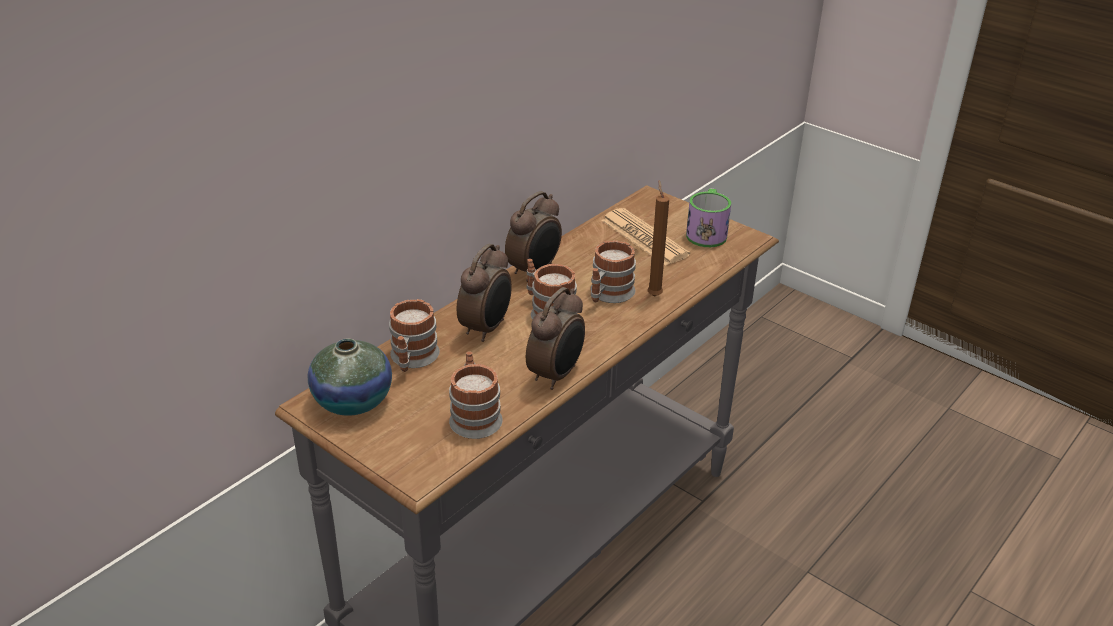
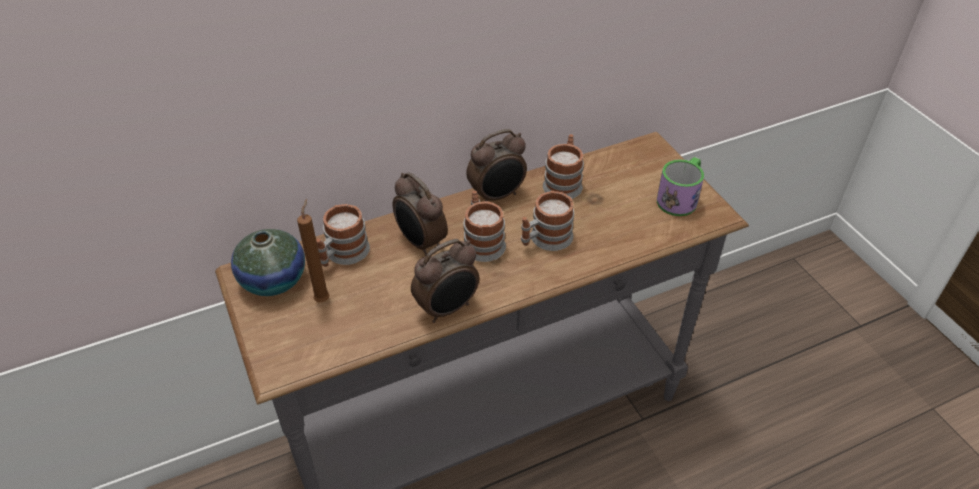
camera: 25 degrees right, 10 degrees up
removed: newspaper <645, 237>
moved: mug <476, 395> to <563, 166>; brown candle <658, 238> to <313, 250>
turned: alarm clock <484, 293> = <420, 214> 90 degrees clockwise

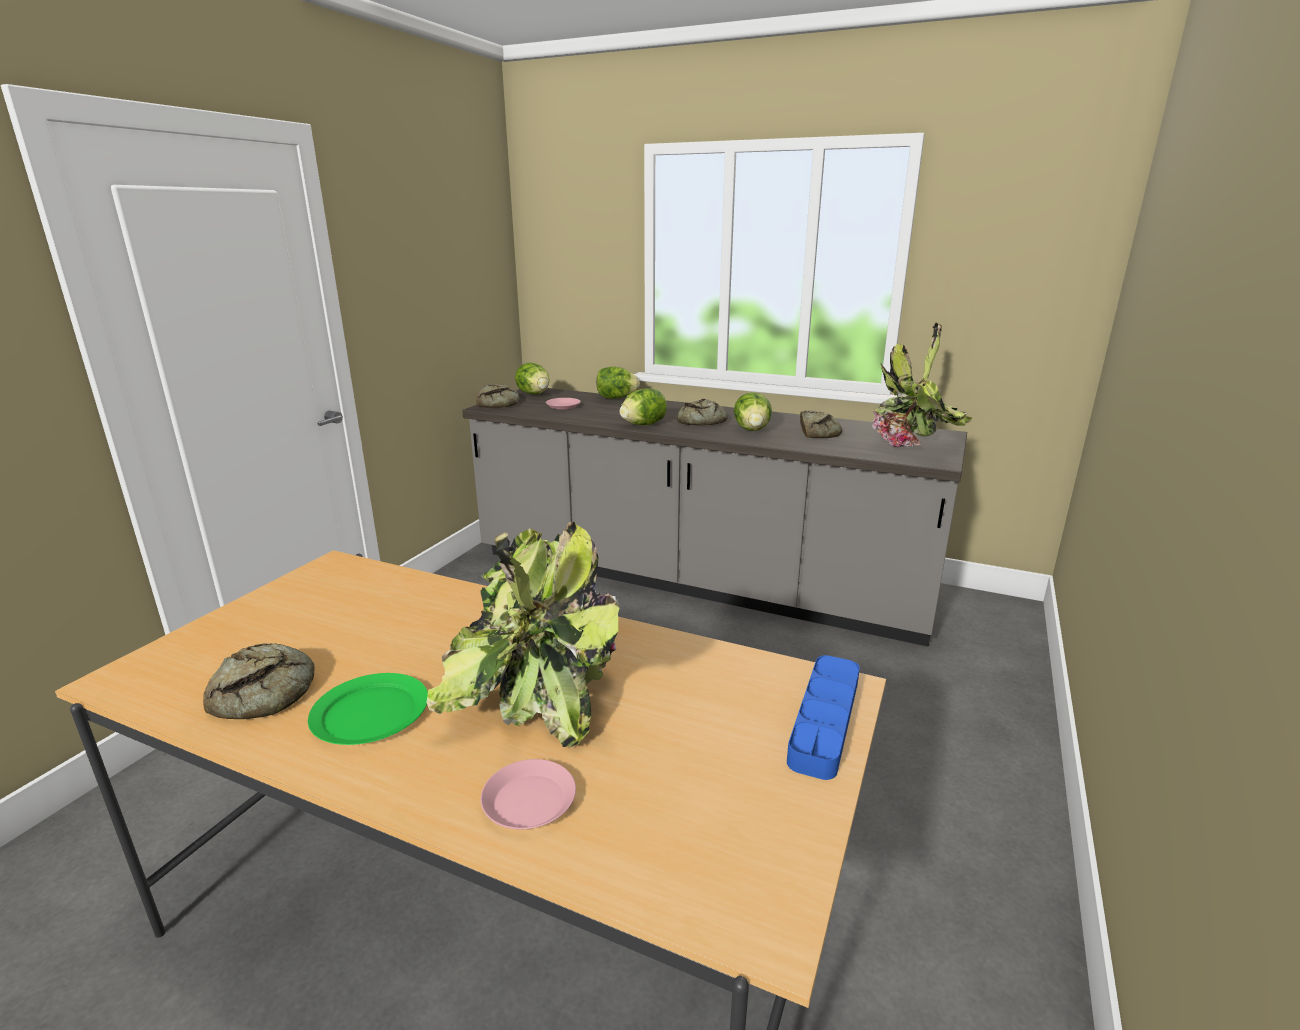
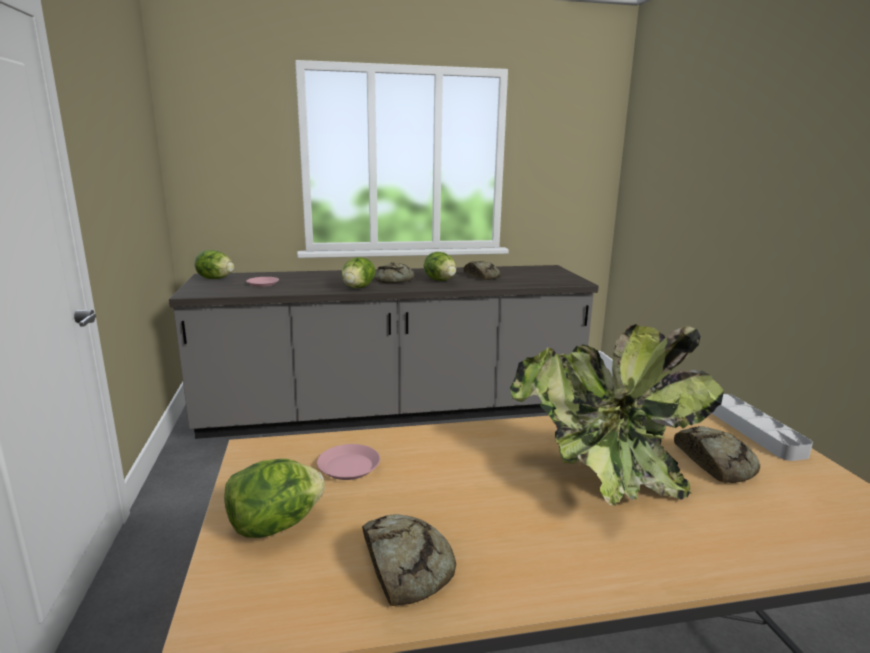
camera: 35 degrees left, 5 degrees down
removed: green plate <368, 709>; potted plant <922, 385>
moved: bread <497, 396> to <717, 454>; pink plate <528, 794> to <348, 462>; lettuce <618, 382> to <274, 498>
recoloured: blue tray <823, 717> to grey tray <762, 427>

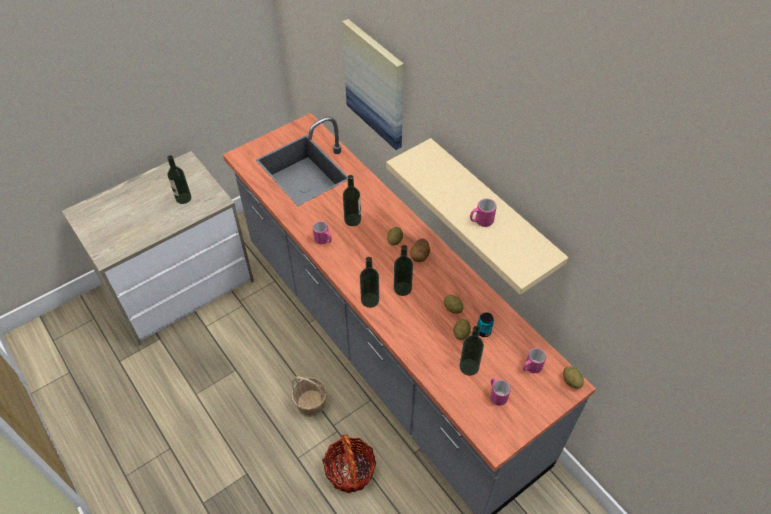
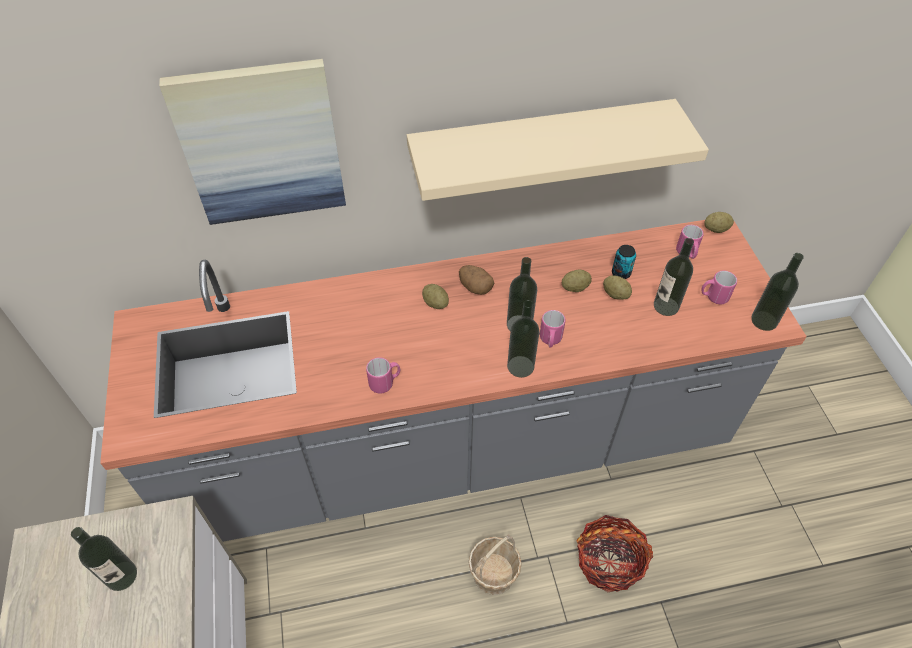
camera: 65 degrees left, 0 degrees up
moved: bottle <352, 200> to <777, 292>; pink mug <483, 212> to <553, 329>

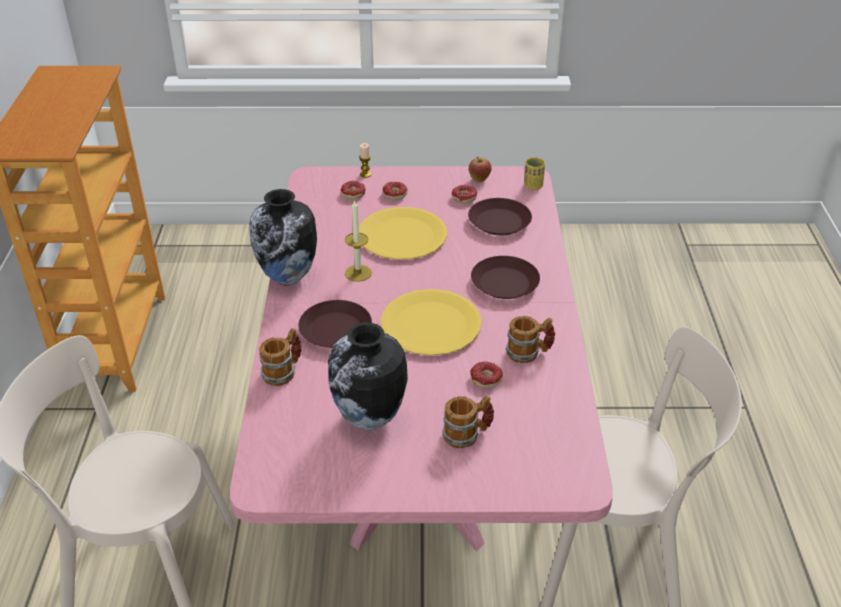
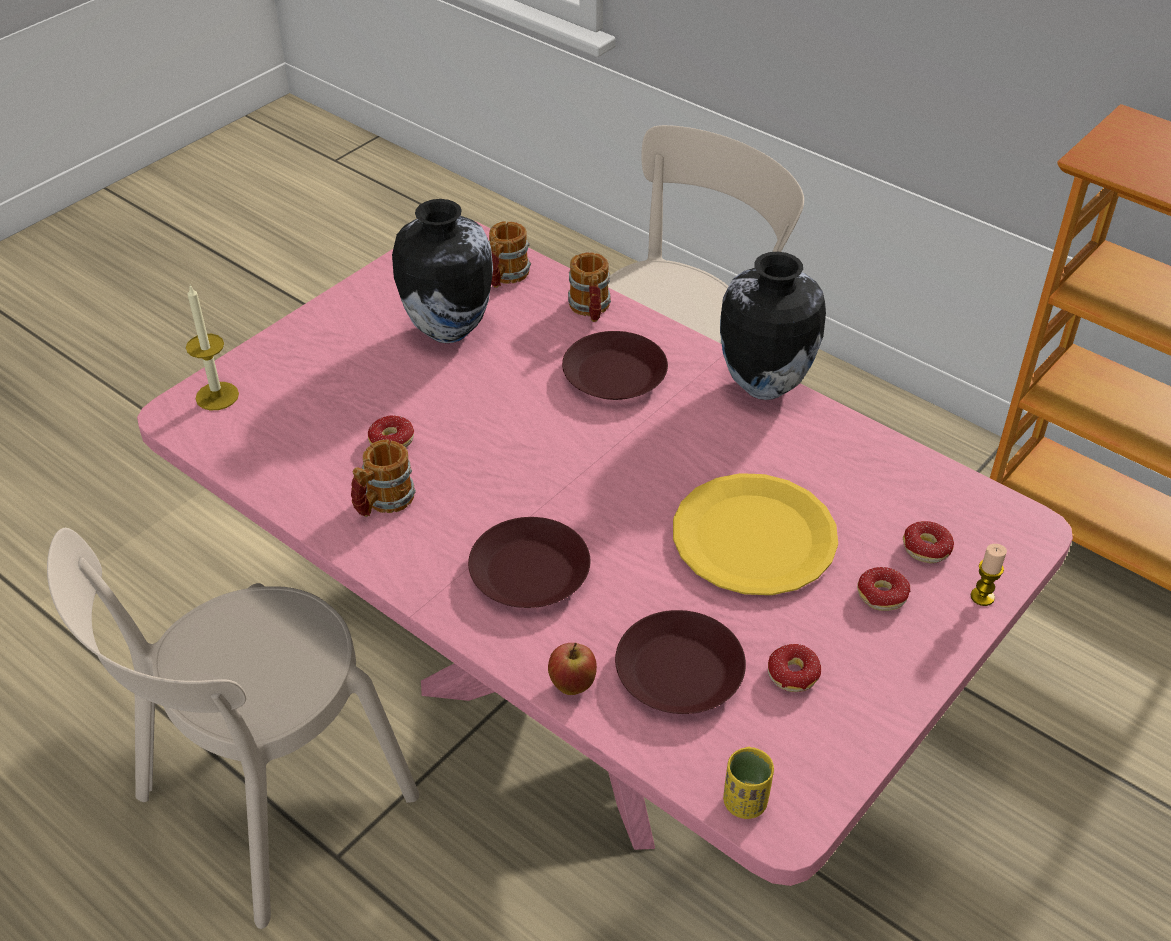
camera: 130 degrees right, 5 degrees up
removed: yellow plate <431, 322>
moved: candle <358, 240> to <212, 347>; mug <468, 421> to <510, 254>; apple <480, 169> to <572, 669>

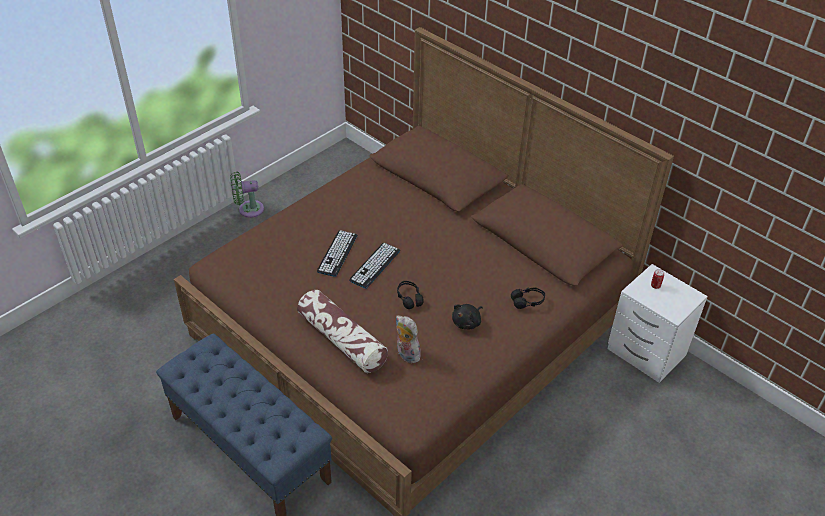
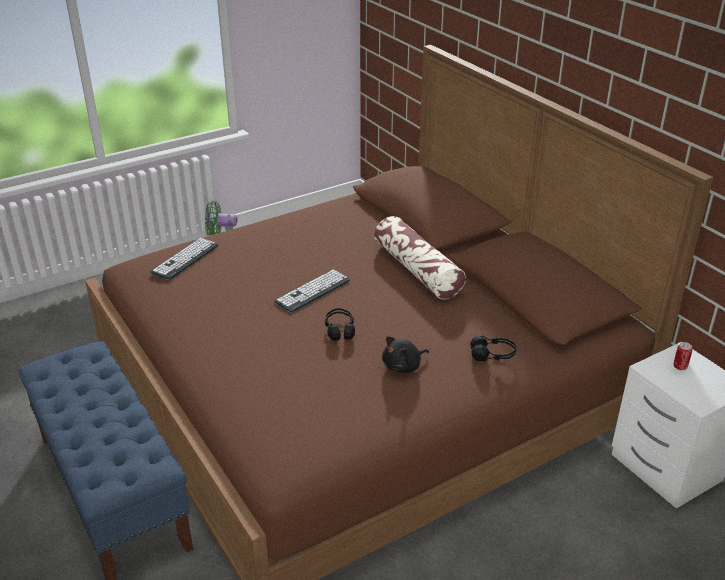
camera: 15 degrees right, 10 degrees down
removed: plush toy <408, 339>
moved: pillow <342, 331> to <420, 257>; keyboard <337, 253> to <184, 259>

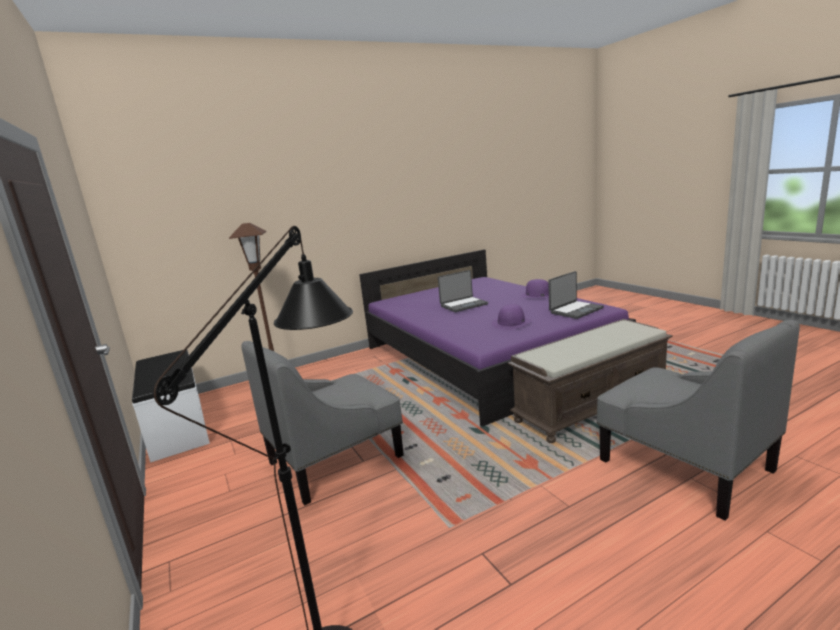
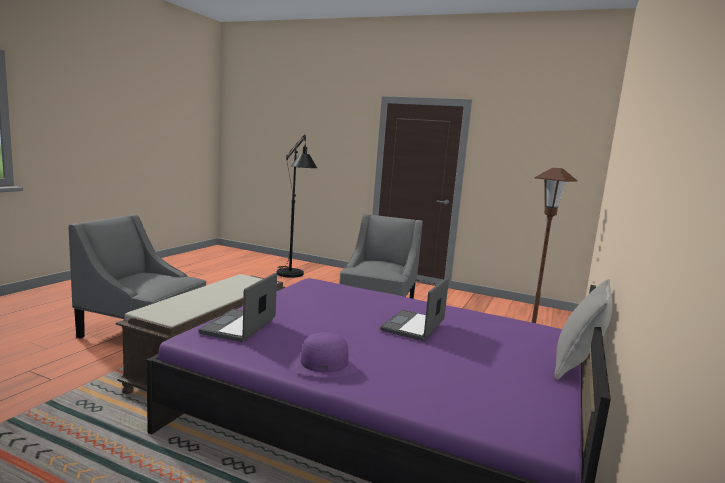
camera: 140 degrees right, 5 degrees down
removed: white bench <171, 406>; purple hat <511, 317>
added: grey pillow <583, 329>

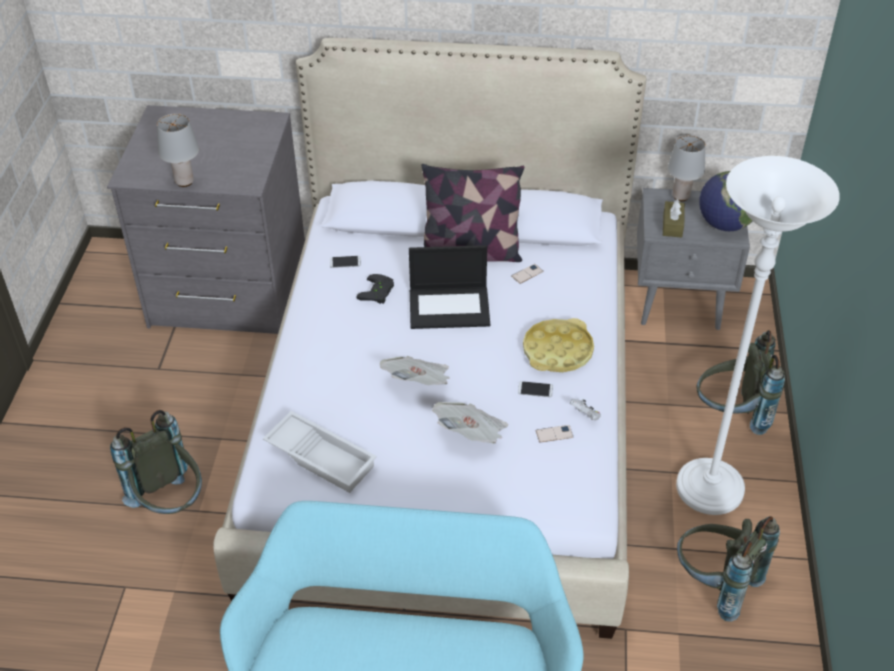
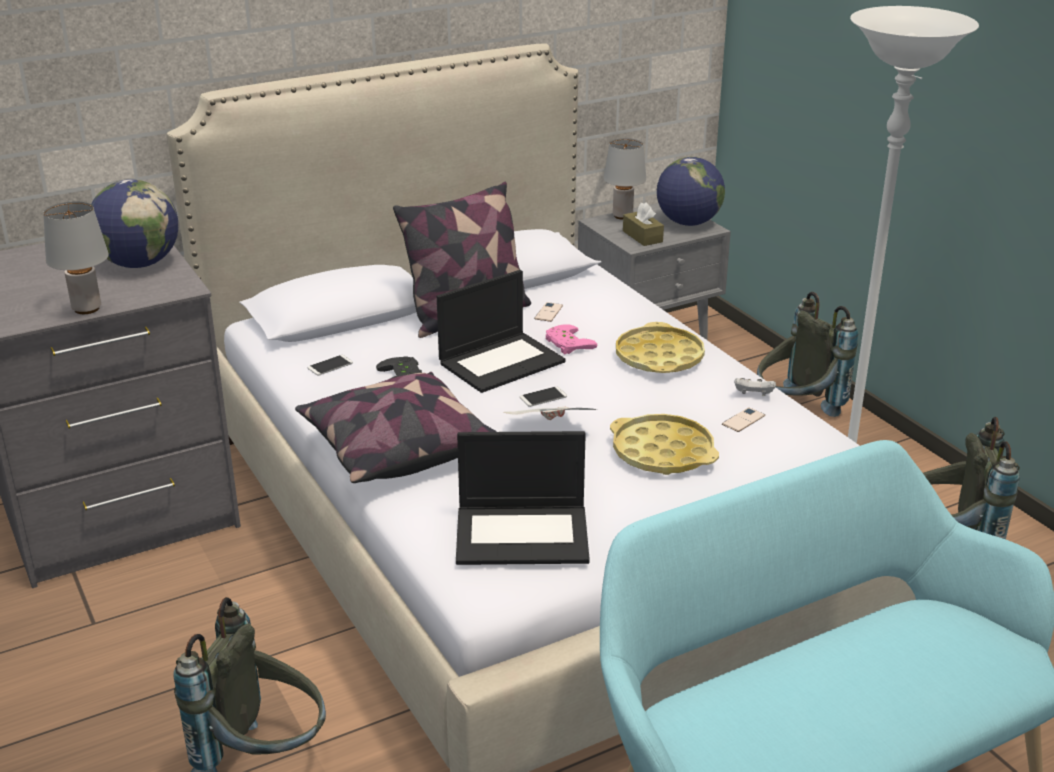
camera: 35 degrees left, 15 degrees down
added: globe <134, 223>; pillow <396, 427>; pink game controller <571, 339>
moved: phone <535, 389> to <543, 396>
replaced: white tray <320, 452> to laptop <523, 498>; newspaper <470, 423> to yellow tray <664, 444>

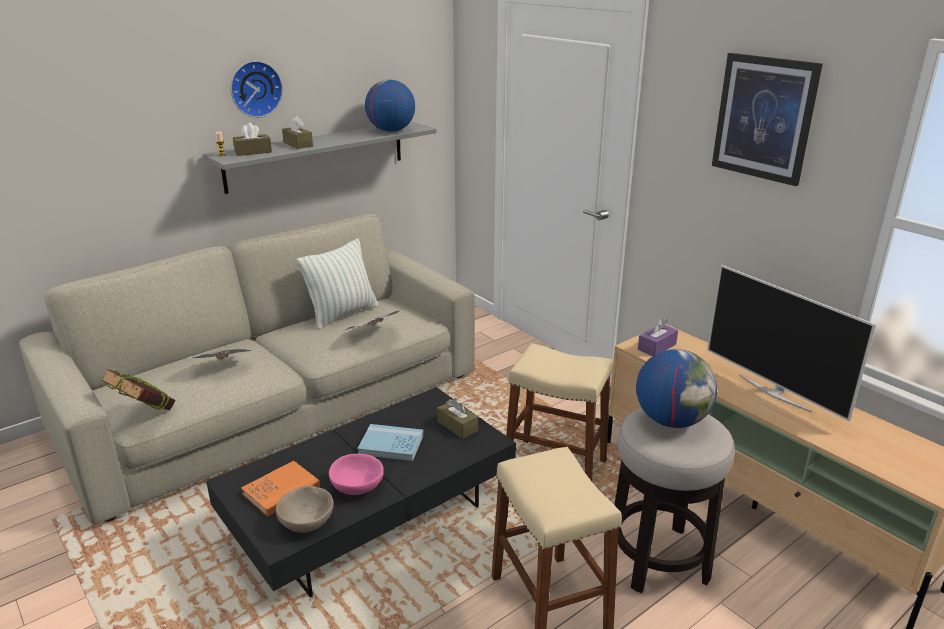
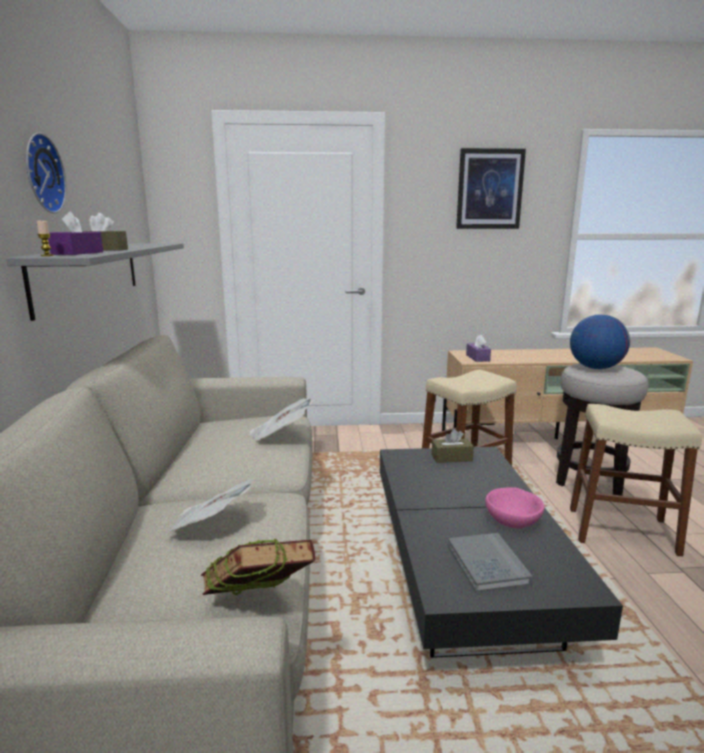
camera: 55 degrees left, 10 degrees down
removed: beige bowl <305, 509>; pillow <337, 284>; blue book <390, 442>; globe <390, 106>; television <791, 343>
recoloured: brown tissue box <252, 139> to purple tissue box <75, 233>; orange book <280, 489> to grey book <490, 563>

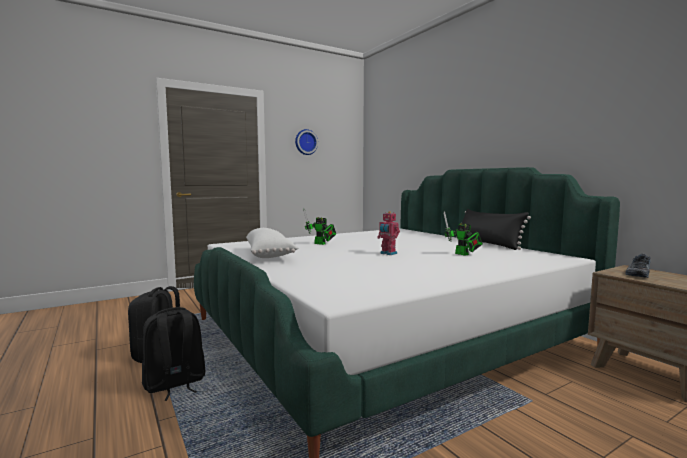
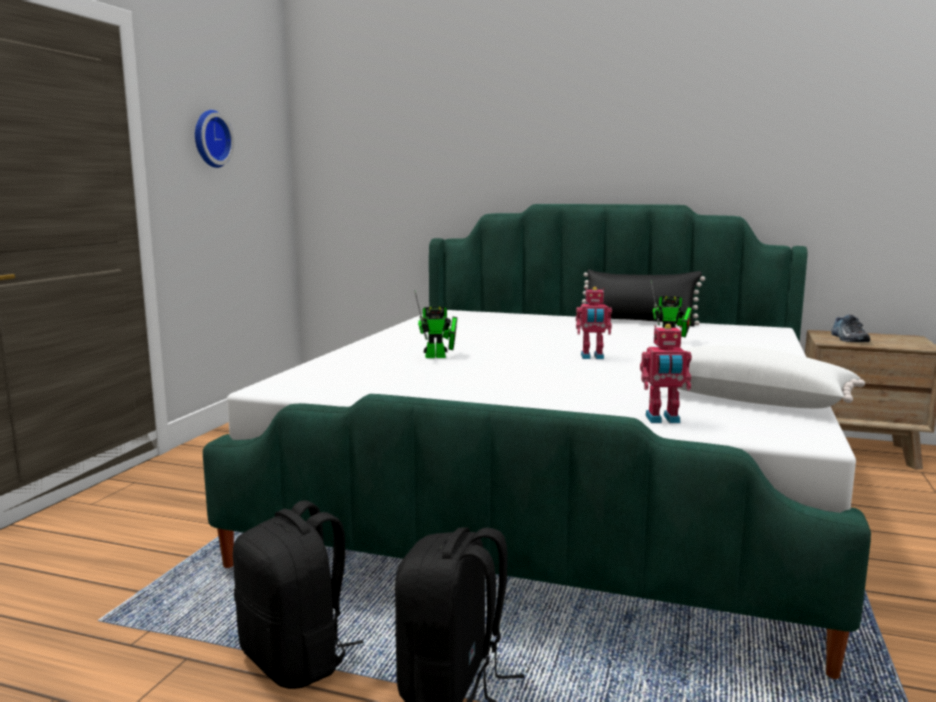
camera: 40 degrees left, 5 degrees up
added: toy robot <666, 373>
moved: white pillow <272, 243> to <771, 377>

